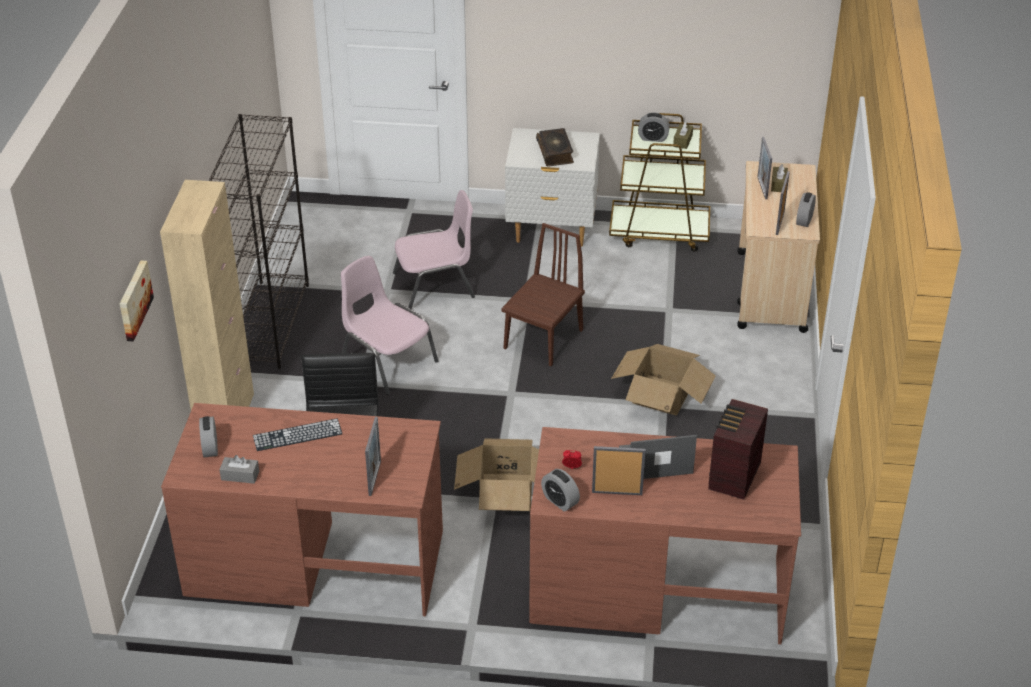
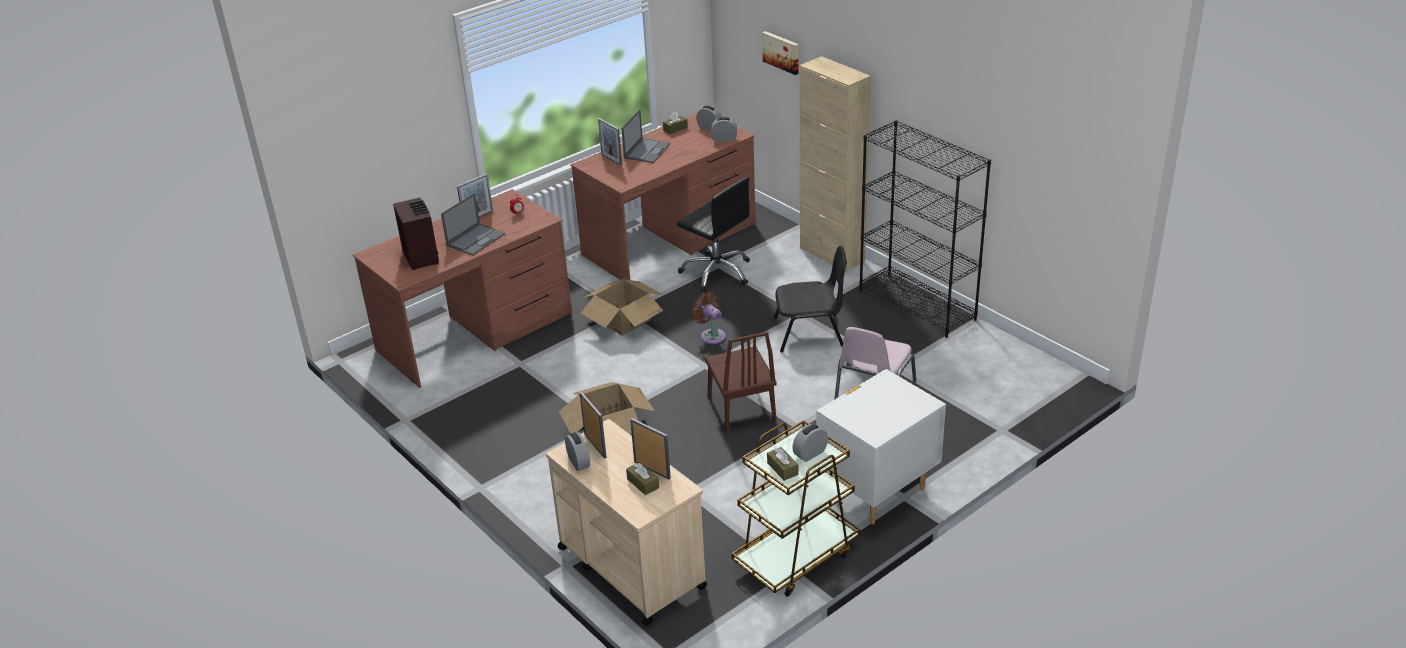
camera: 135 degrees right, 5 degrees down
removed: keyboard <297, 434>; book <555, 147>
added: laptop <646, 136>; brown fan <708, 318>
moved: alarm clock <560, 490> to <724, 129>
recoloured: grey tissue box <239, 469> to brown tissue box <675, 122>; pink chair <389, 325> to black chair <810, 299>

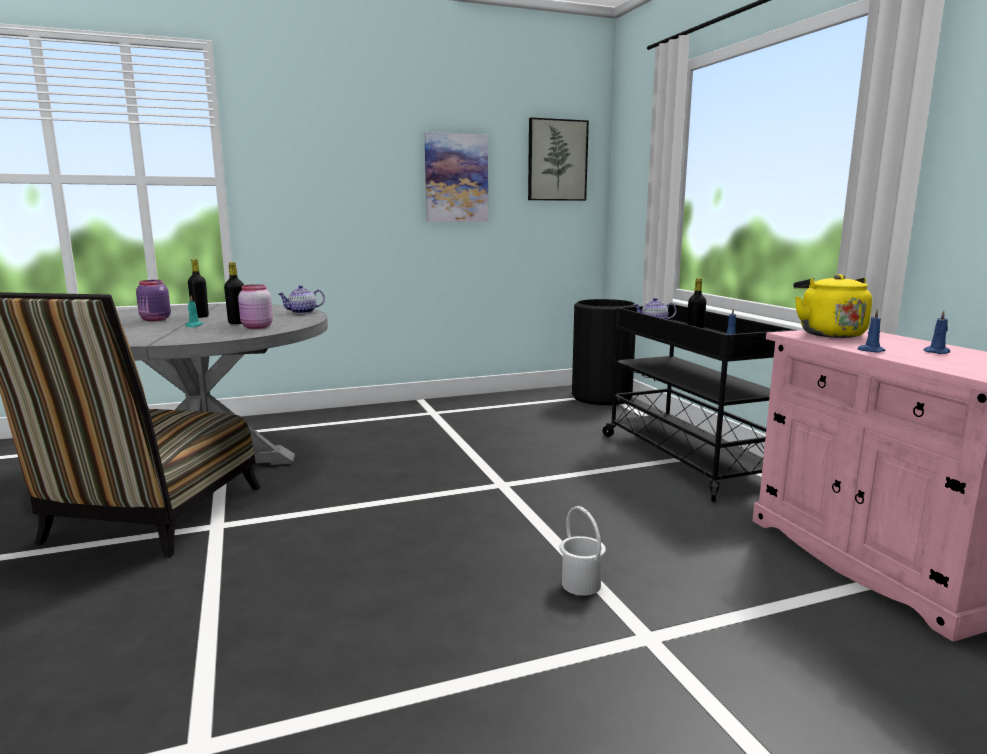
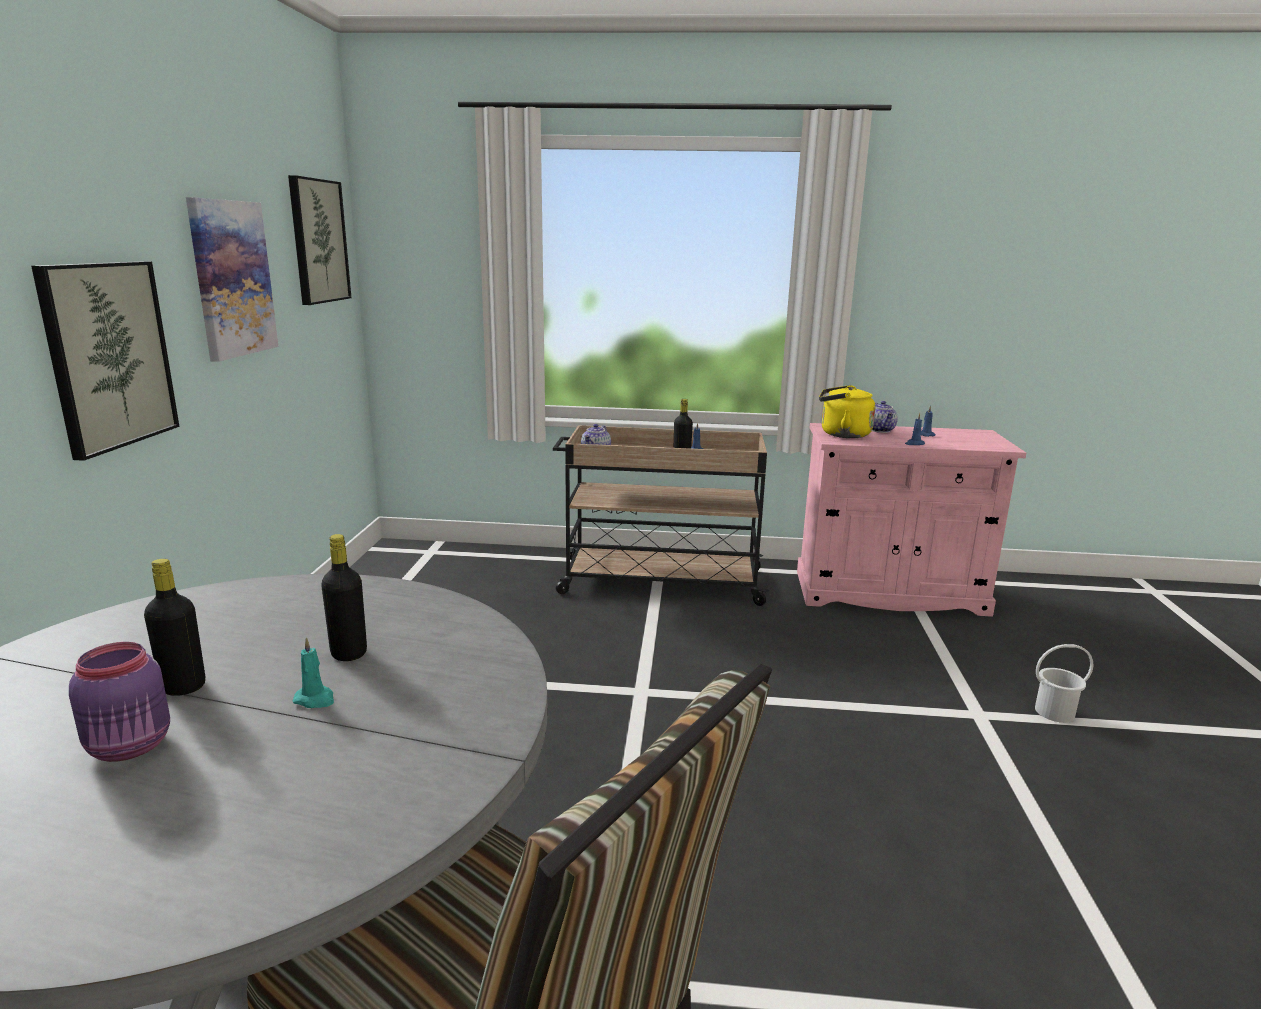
camera: 65 degrees left, 5 degrees up
removed: pink jar <255, 306>; black trash can <604, 352>
added: picture <105, 361>
moved: teapot <301, 299> to <885, 417>; white bucket <583, 551> to <1064, 683>
recoloured: black cart <698, 403> to beige cart <661, 515>

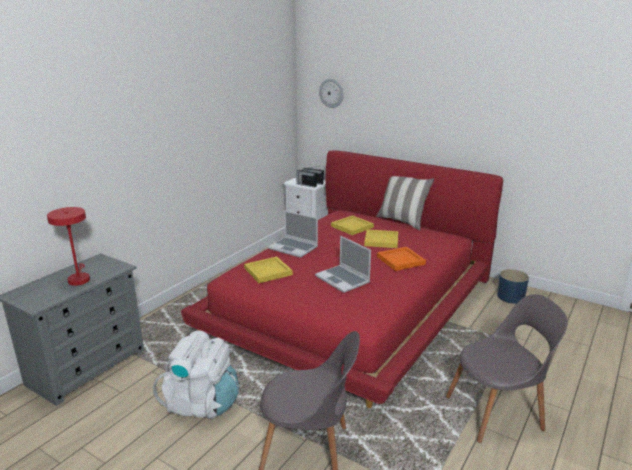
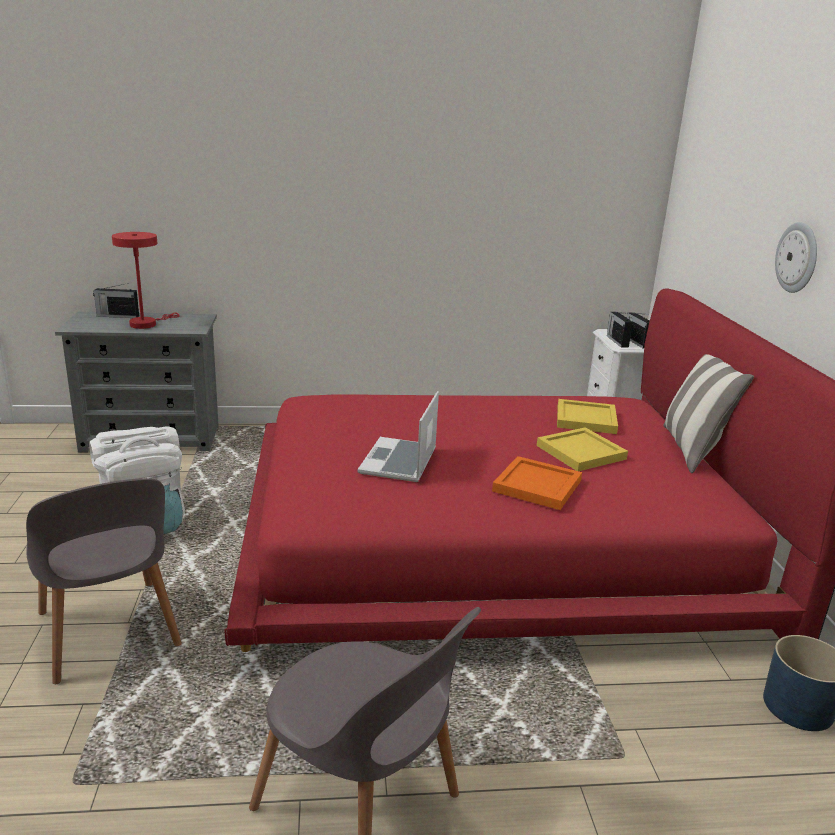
camera: 50 degrees right, 0 degrees up
removed: yellow tray <268, 270>; laptop <293, 234>
added: radio <116, 300>
moved: wall clock <331, 93> to <796, 257>

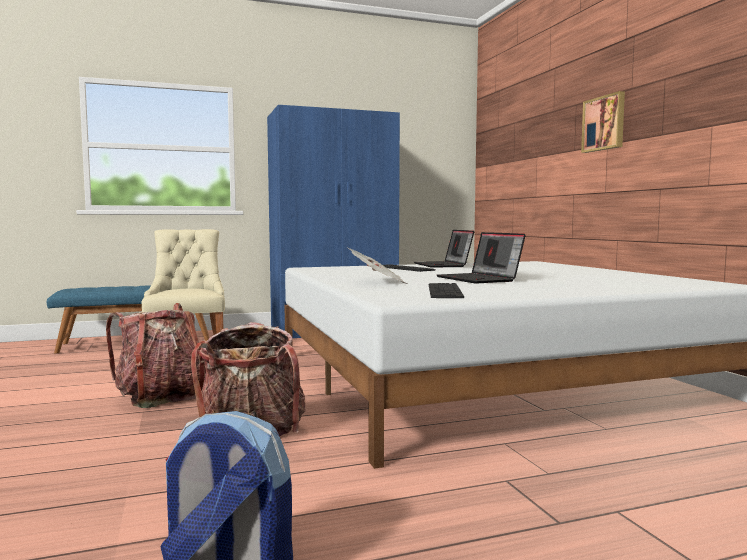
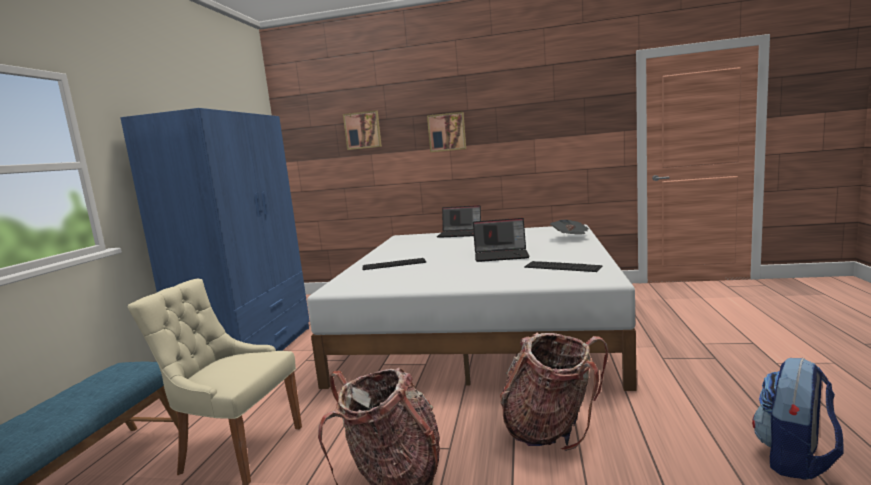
camera: 60 degrees left, 5 degrees up
added: picture <362, 130>
moved: newspaper <377, 265> to <569, 227>; laptop <444, 249> to <459, 221>

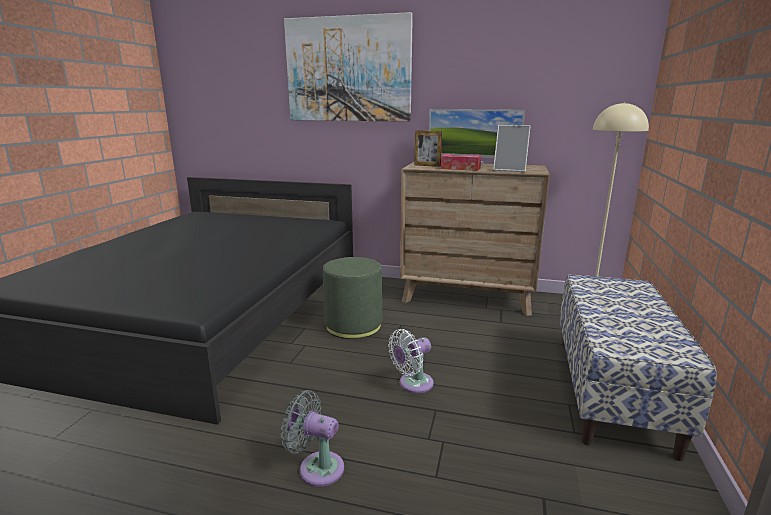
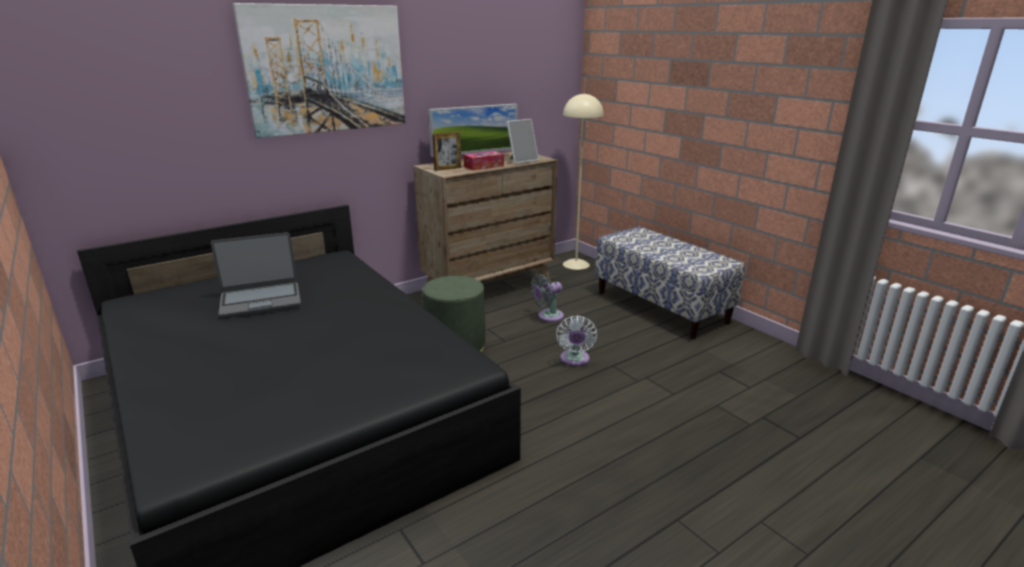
camera: 50 degrees left, 5 degrees up
added: laptop <256, 275>
moved: grey fan <312, 438> to <547, 298>

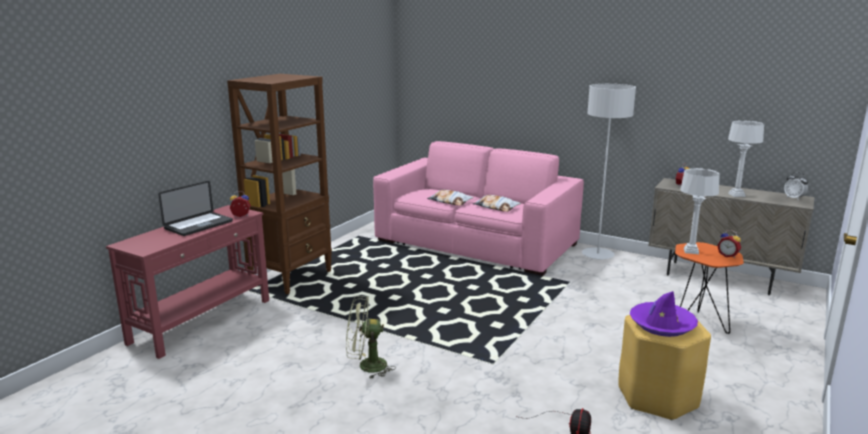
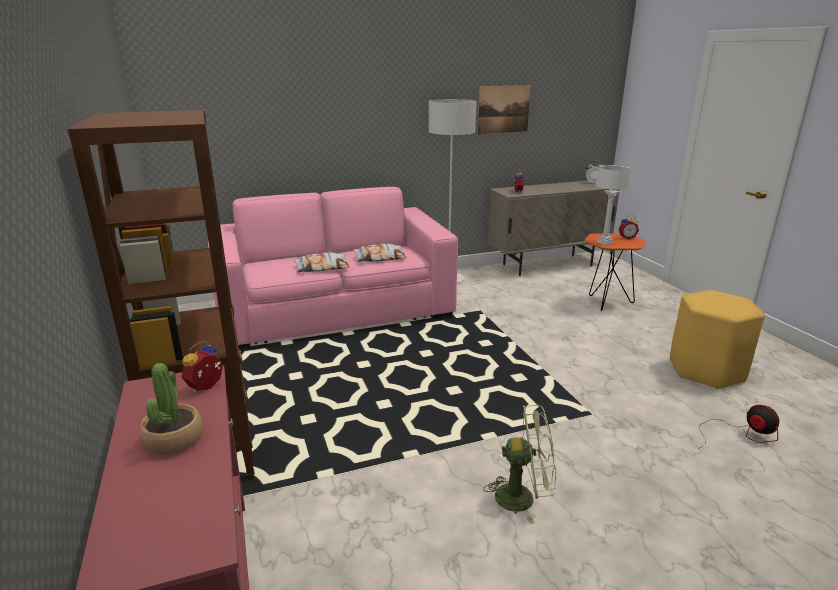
camera: 50 degrees left, 5 degrees up
removed: purple hat <664, 314>; grey table lamp <746, 159>
added: picture <504, 109>
replaced: laptop <195, 208> to potted plant <171, 409>
turned: green fan <371, 337> = <519, 464> 120 degrees counterclockwise

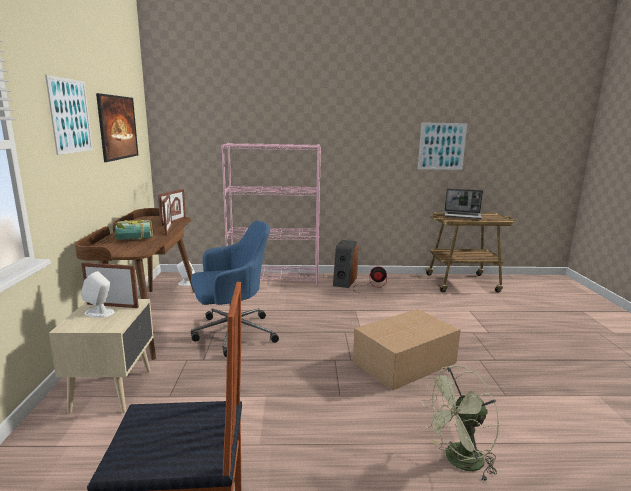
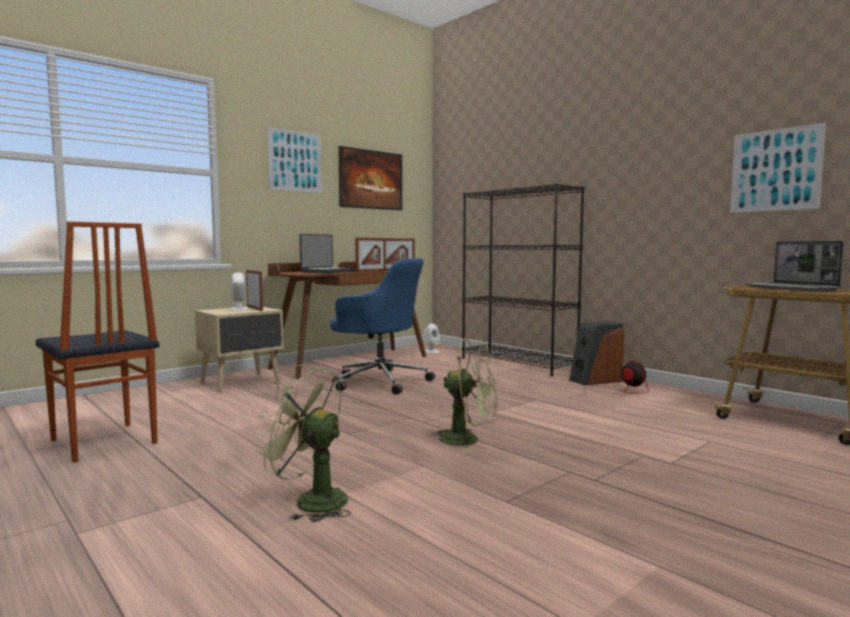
camera: 50 degrees right, 10 degrees down
replaced: book <134, 230> to laptop <327, 253>; cardboard box <407, 350> to green fan <464, 395>
recoloured: pink bookcase <271, 214> to black bookcase <523, 279>

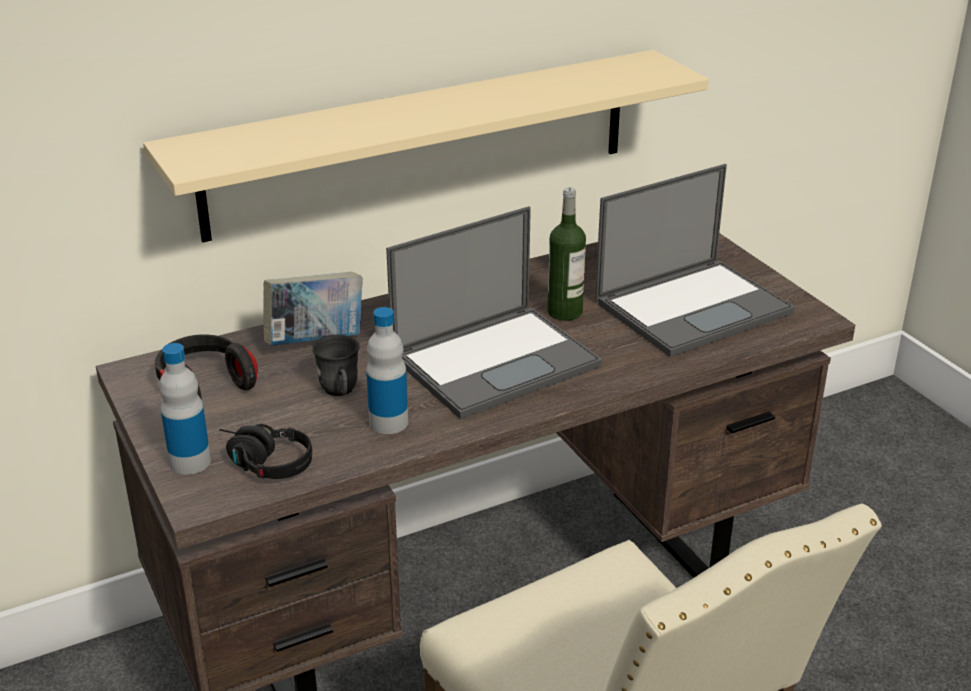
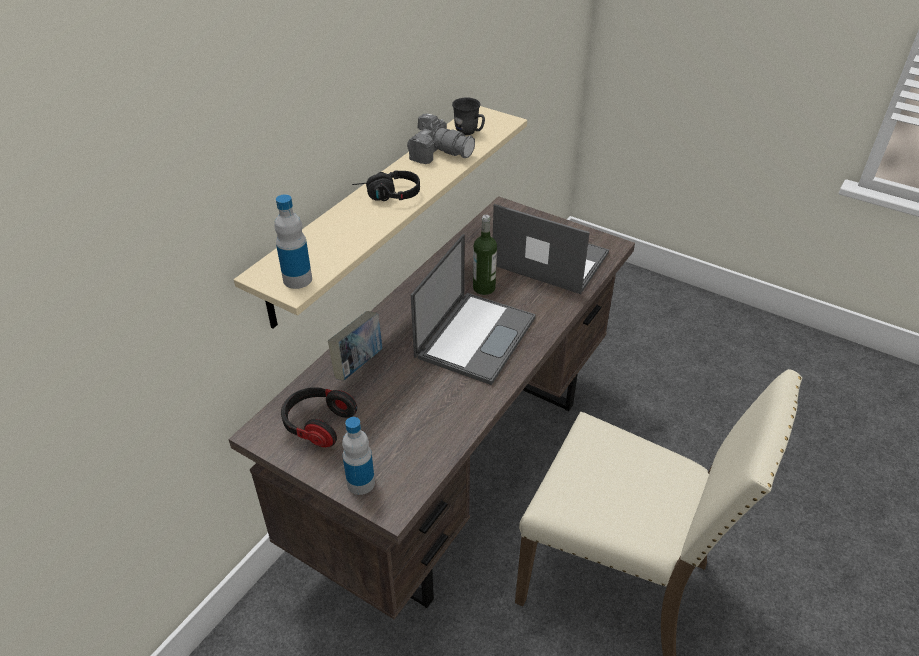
camera: 30 degrees left, 10 degrees up
added: photo camera <441, 139>
moved: black headphones <265, 451> to <386, 185>; grey mug <336, 365> to <468, 116>; bottle <387, 370> to <293, 241>
turned: laptop <695, 260> = <551, 249> 90 degrees counterclockwise

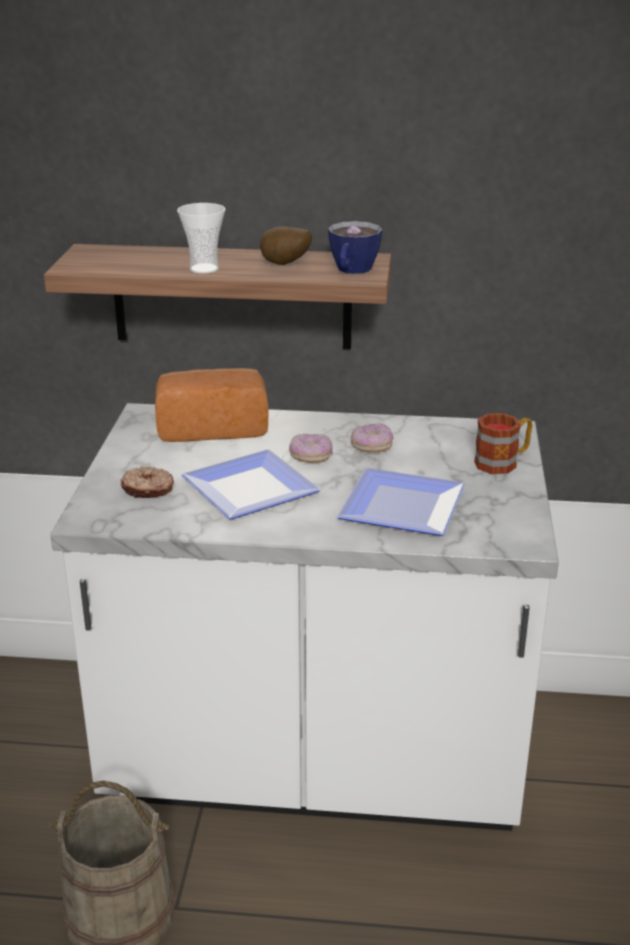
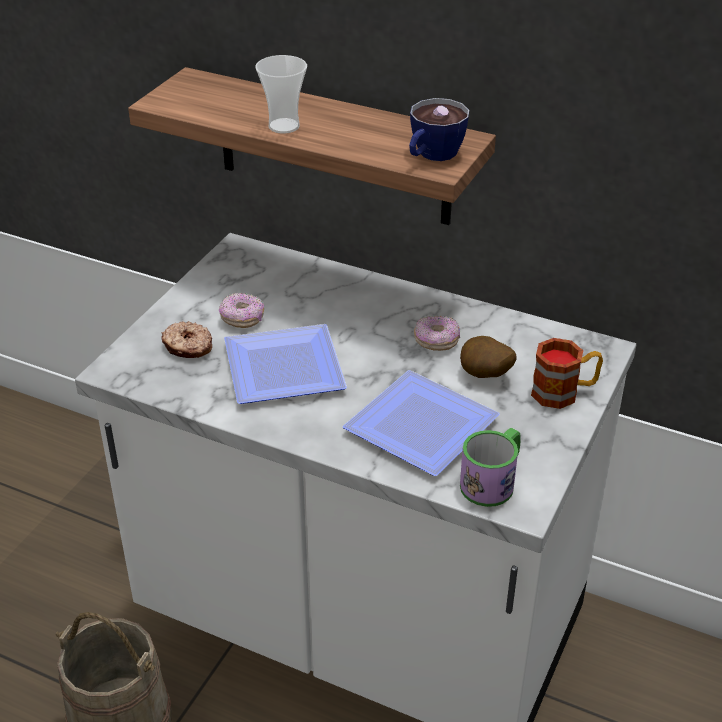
camera: 20 degrees right, 10 degrees up
removed: bread <211, 405>
added: mug <490, 467>
moved: potato <286, 245> to <488, 357>; donut <310, 448> to <241, 310>

